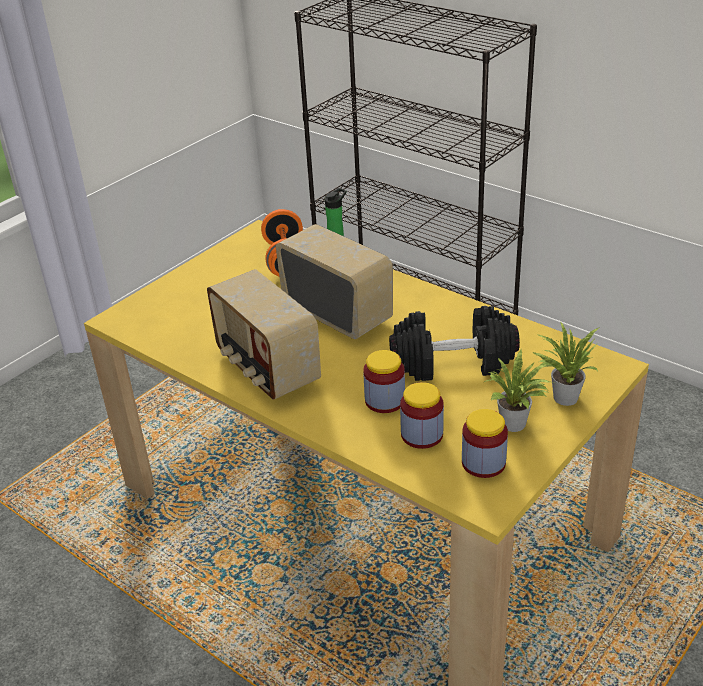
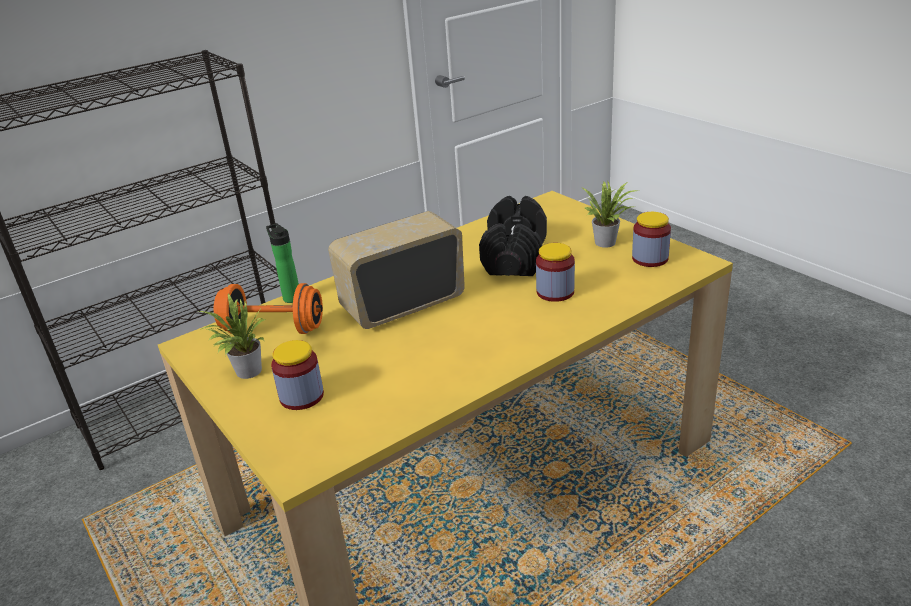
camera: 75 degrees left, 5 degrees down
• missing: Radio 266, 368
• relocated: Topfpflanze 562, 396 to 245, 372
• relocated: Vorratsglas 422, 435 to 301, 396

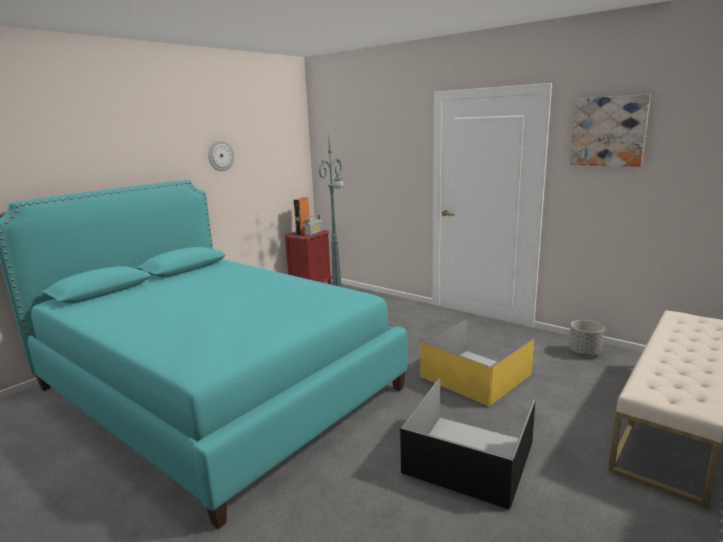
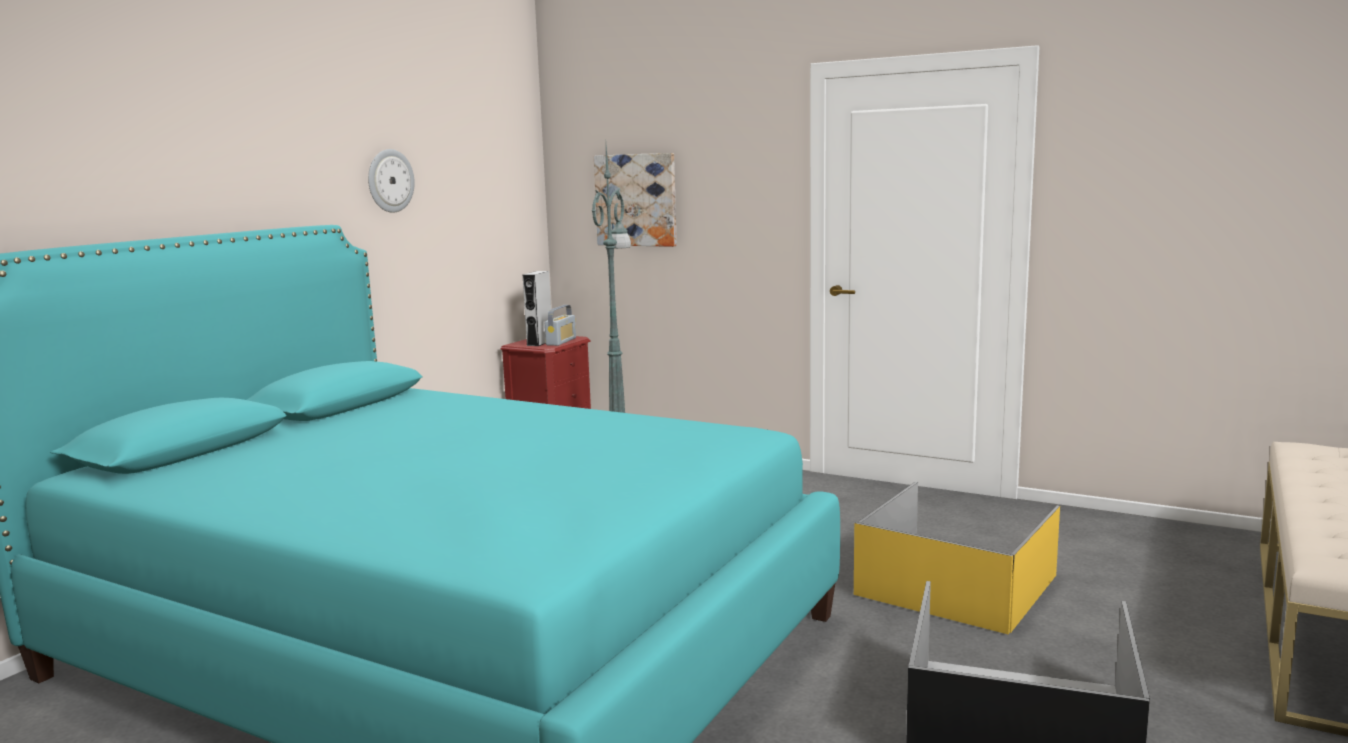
camera: 10 degrees left, 5 degrees down
• relocated: Bild 608, 131 to 636, 200
• colour: Lautsprecher (orange) 303, 233 to Lautsprecher (grau) 540, 342
• missing: Pflanzkübel (grau) 584, 352

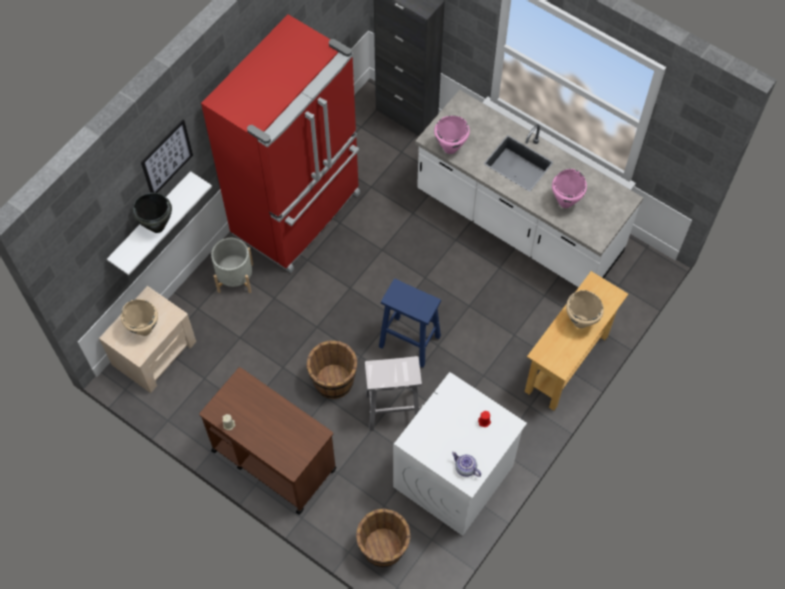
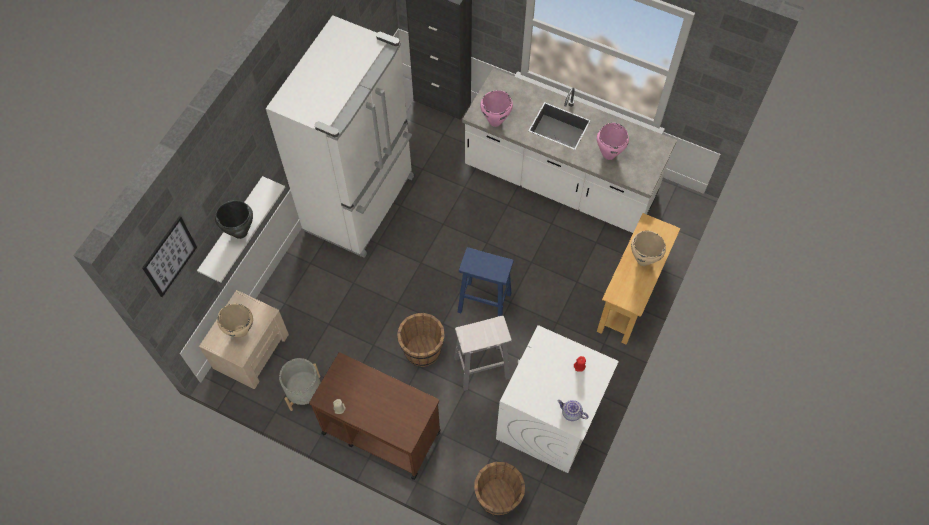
camera: 10 degrees left, 0 degrees up
• colour: Kühlschrank (rot) 299, 214 to Kühlschrank (weiß) 362, 203
• relocated: Bild 167, 158 to 170, 256
• relocated: Pflanzkübel (grau) 235, 278 to 305, 392

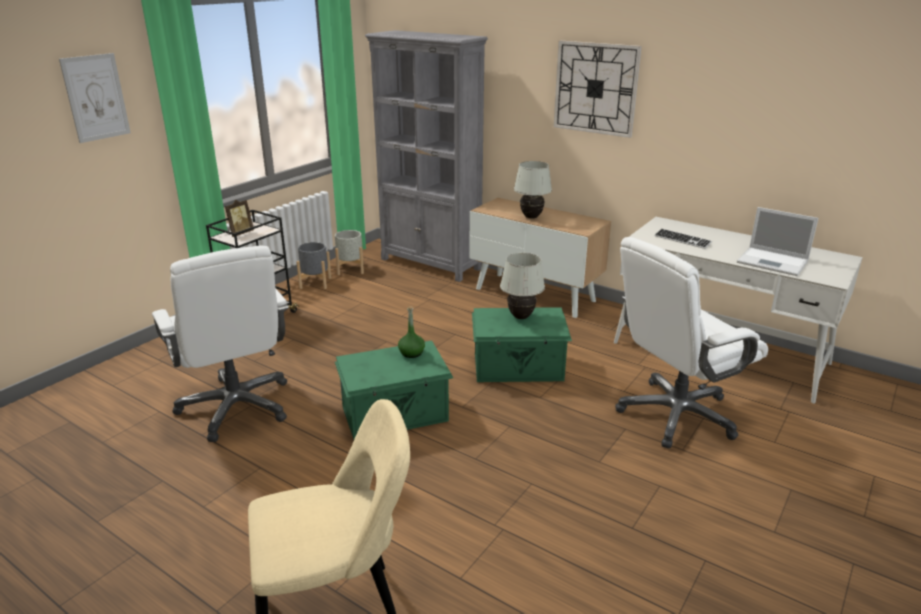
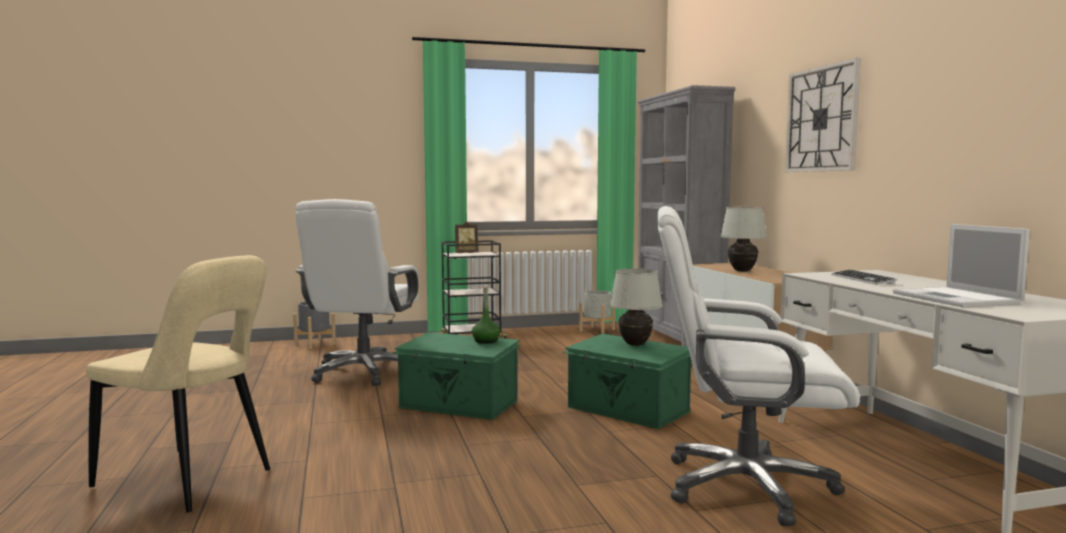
camera: 40 degrees right, 20 degrees down
• missing: Bild 96, 97
• relocated: Pflanzkübel (grau) 315, 283 to 315, 344

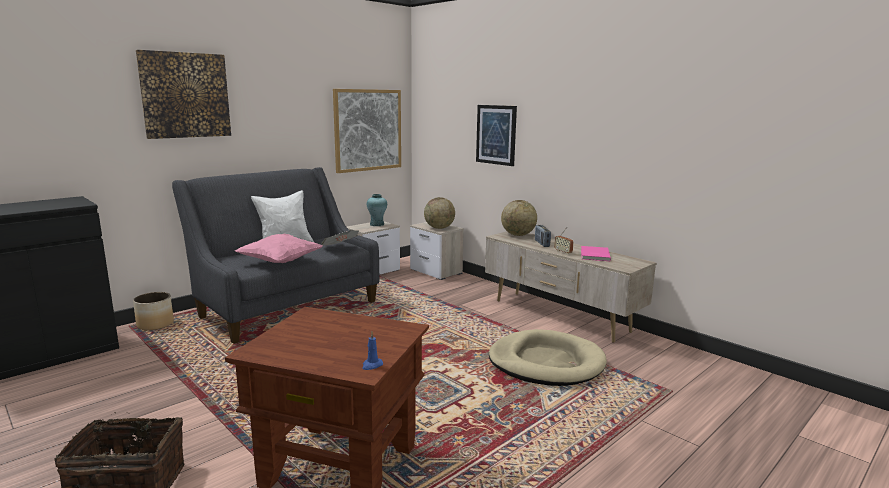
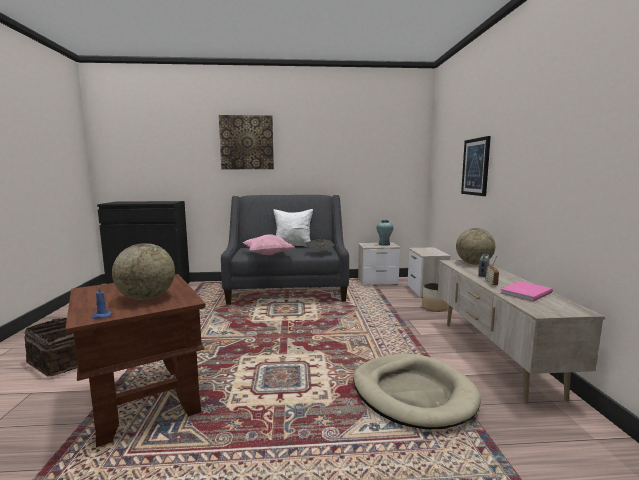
camera: 40 degrees right, 5 degrees down
• missing: Bild 368, 130
• relocated: Globus 439, 228 to 146, 298
• relocated: Pflanzkübel 155, 324 to 435, 307

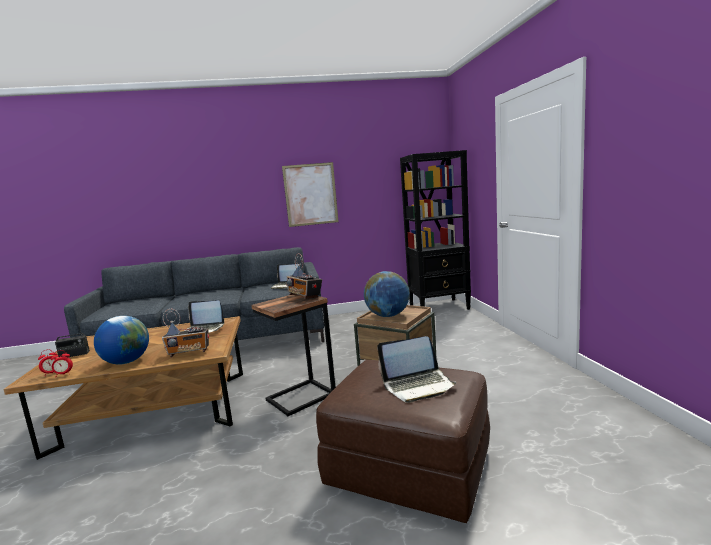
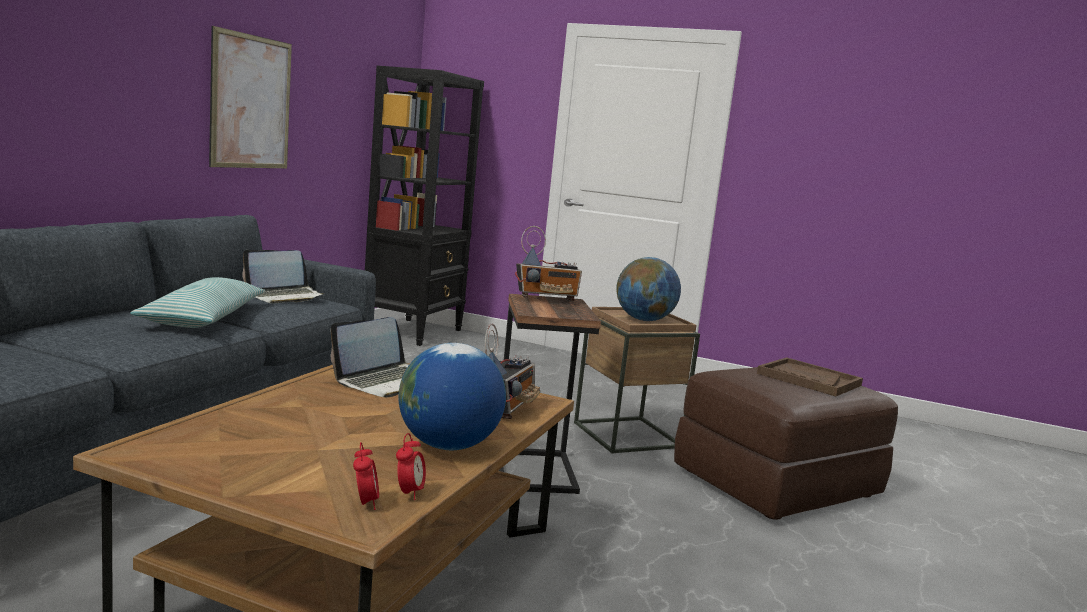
camera: 60 degrees left, 0 degrees up
• missing: Radio 74, 354
• exchanged: Laptop 418, 385 to Tablett (braun) 808, 379
• appeared: Kissen 203, 318

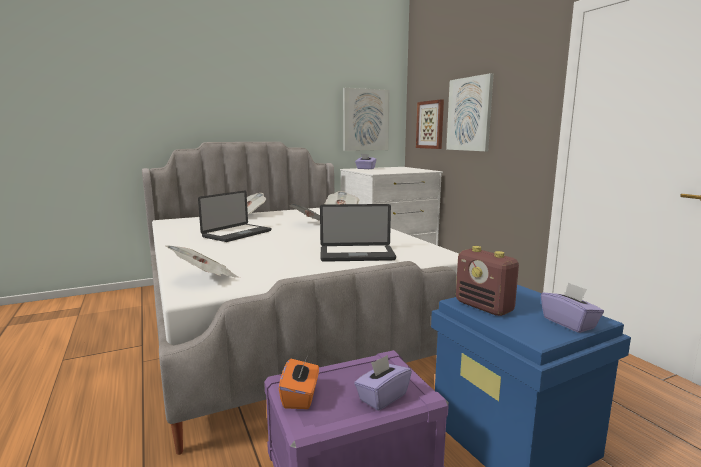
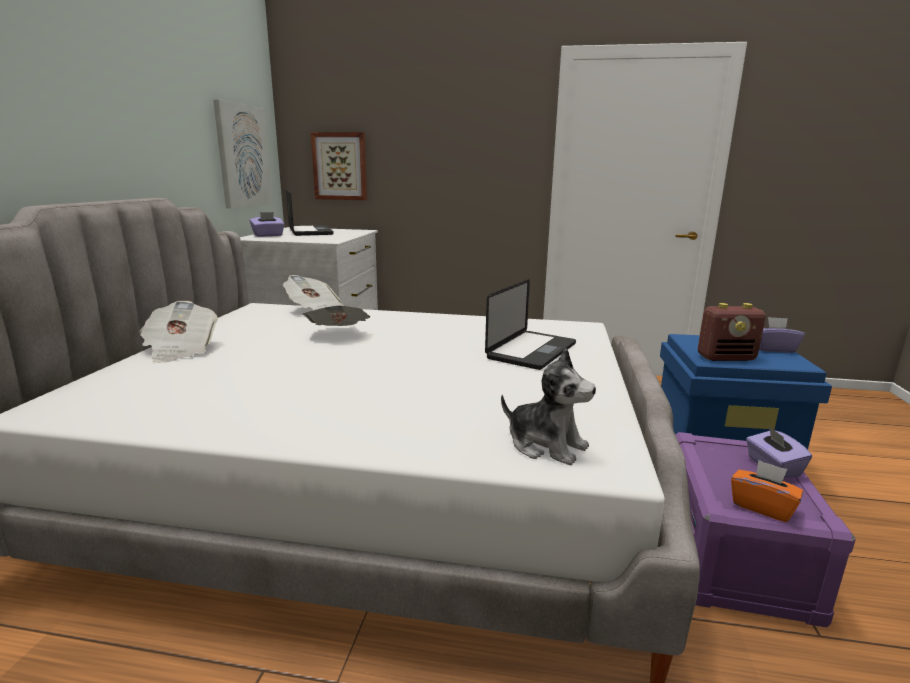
camera: 55 degrees left, 5 degrees up
• missing: Bild 469, 114
• relocated: Laptop 237, 234 to 310, 232
• exchanged: Zeitung 205, 279 to Plüschtier 546, 445

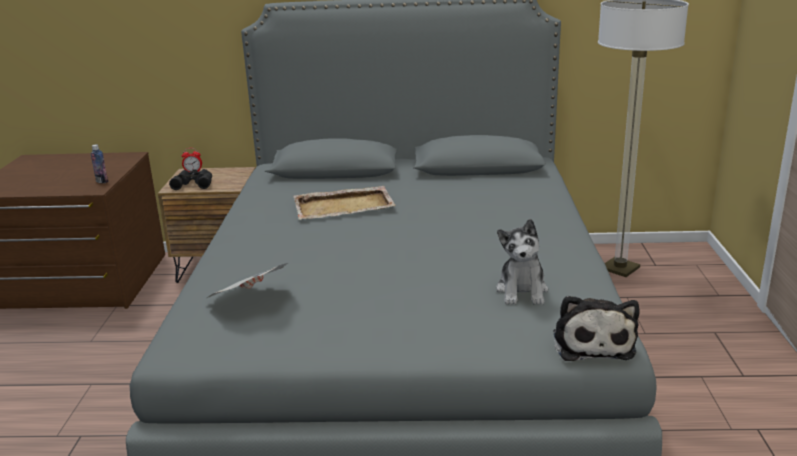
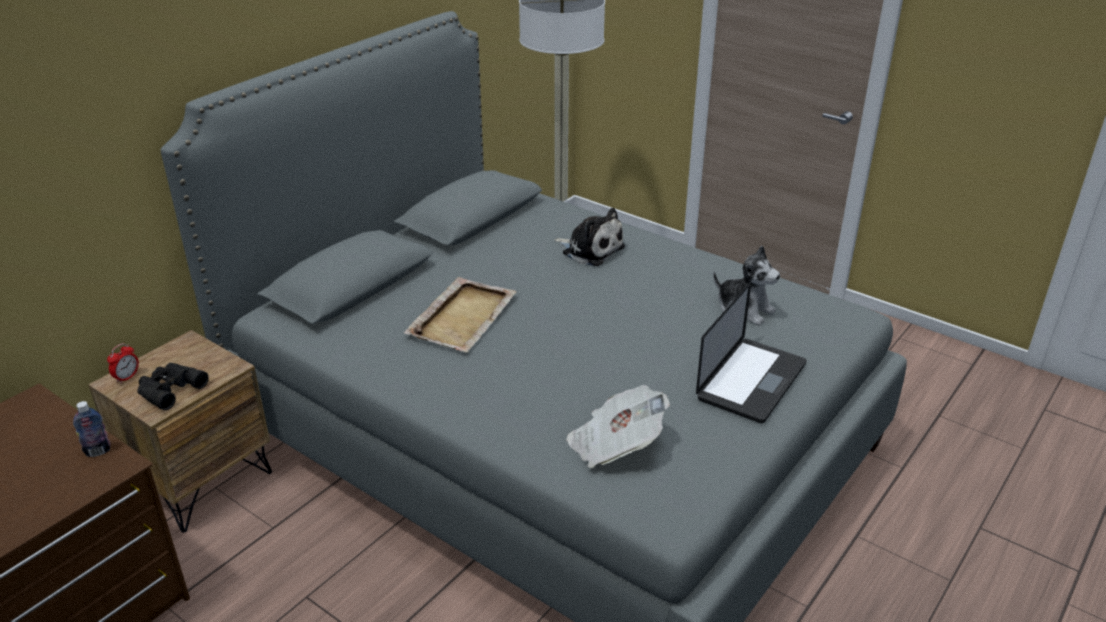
camera: 55 degrees left, 10 degrees up
• relocated: Plüschtier 592, 343 to 590, 250
• appeared: Laptop 751, 381

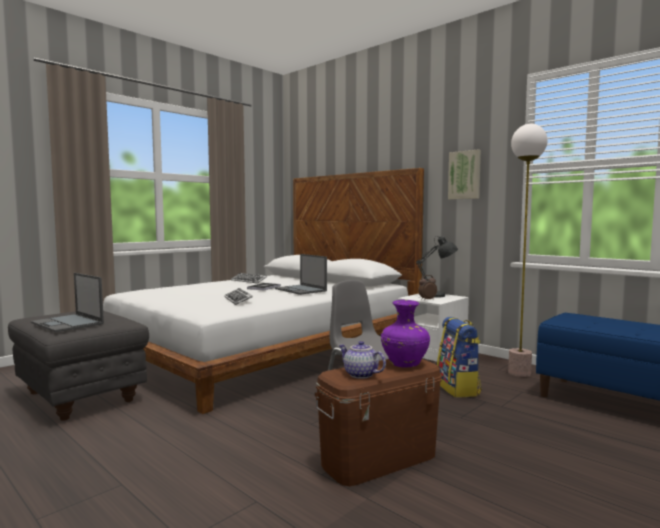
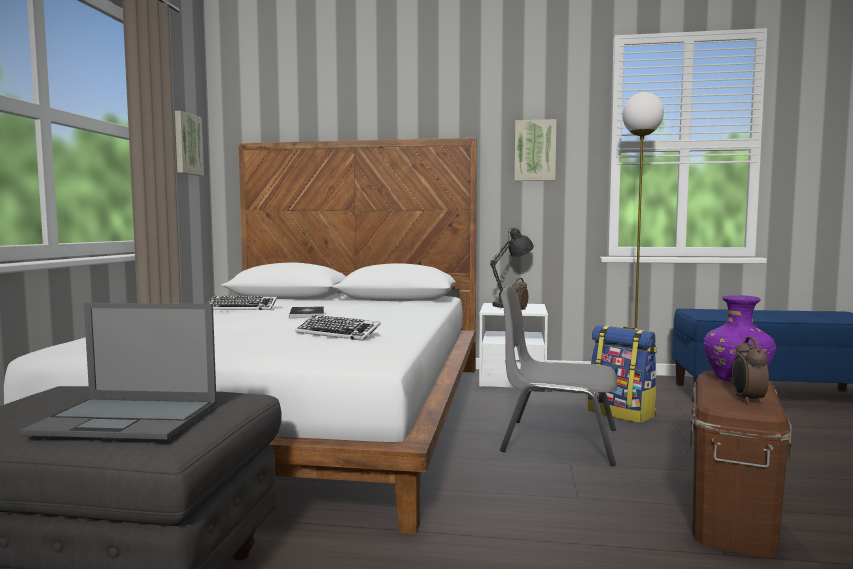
camera: 35 degrees left, 0 degrees up
• missing: Laptop 301, 290
• exchanged: Teekanne 360, 375 to Wecker 747, 400
• appeared: Bild 187, 144

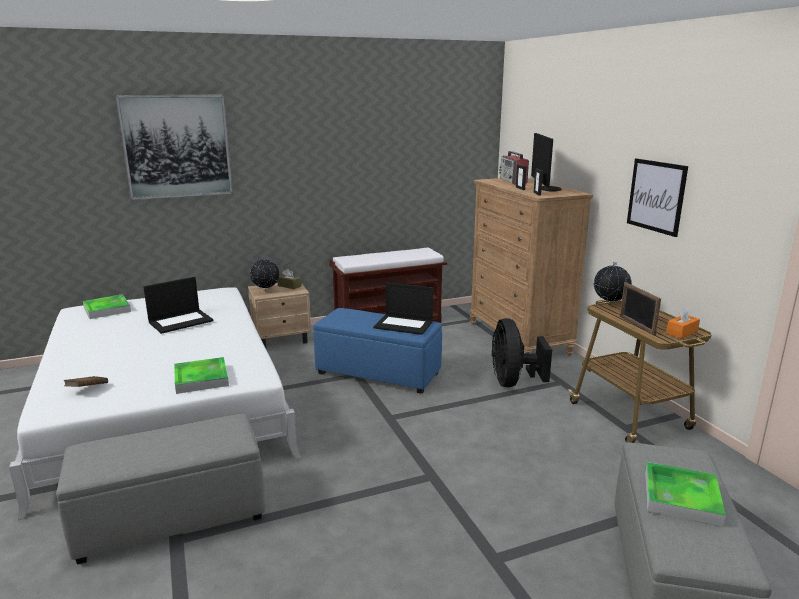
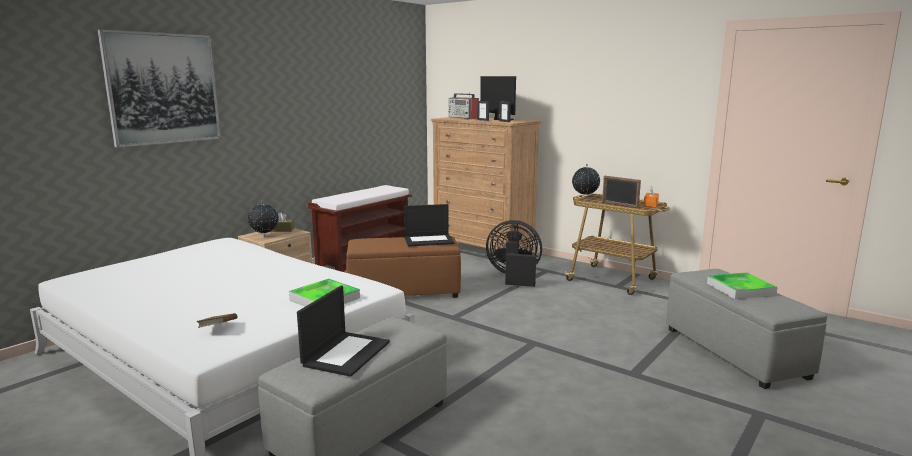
camera: 30 degrees left, 5 degrees down
• missing: Bild 656, 196
• relocated: Laptop 181, 321 to 346, 353
• missing: Tablett 107, 309
• colour: Polsterhocker (blau) 379, 373 to Polsterhocker (braun) 405, 292
• spun: Ventilator (schwarz) 513, 382 = 514, 277 135 degrees clockwise

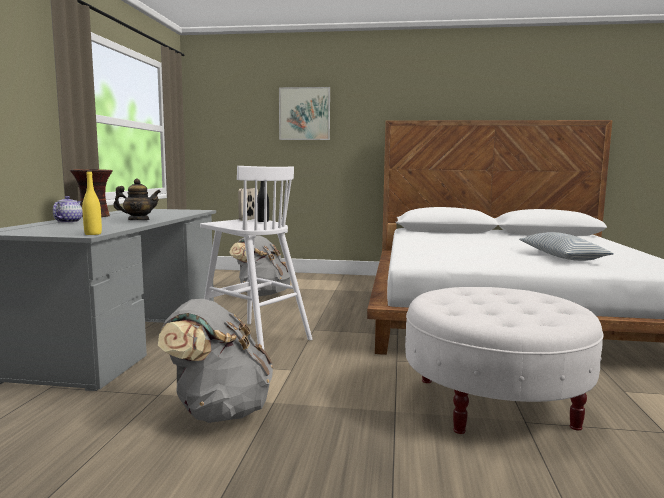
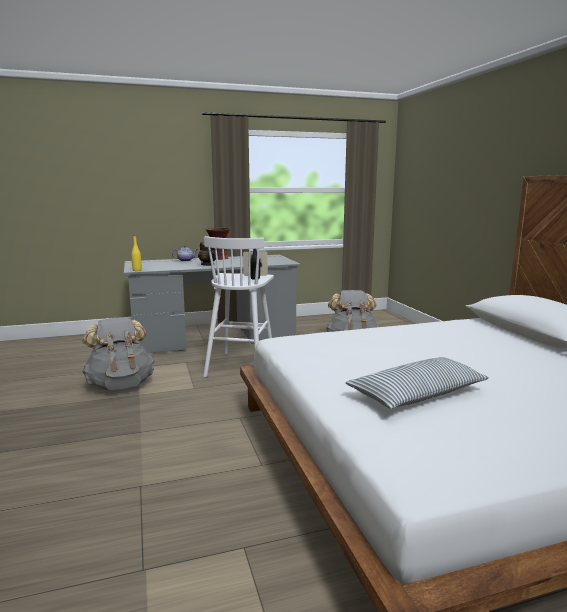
camera: 65 degrees right, 5 degrees up
• missing: Bild 304, 114
• missing: Polsterhocker (weiß) 494, 402

